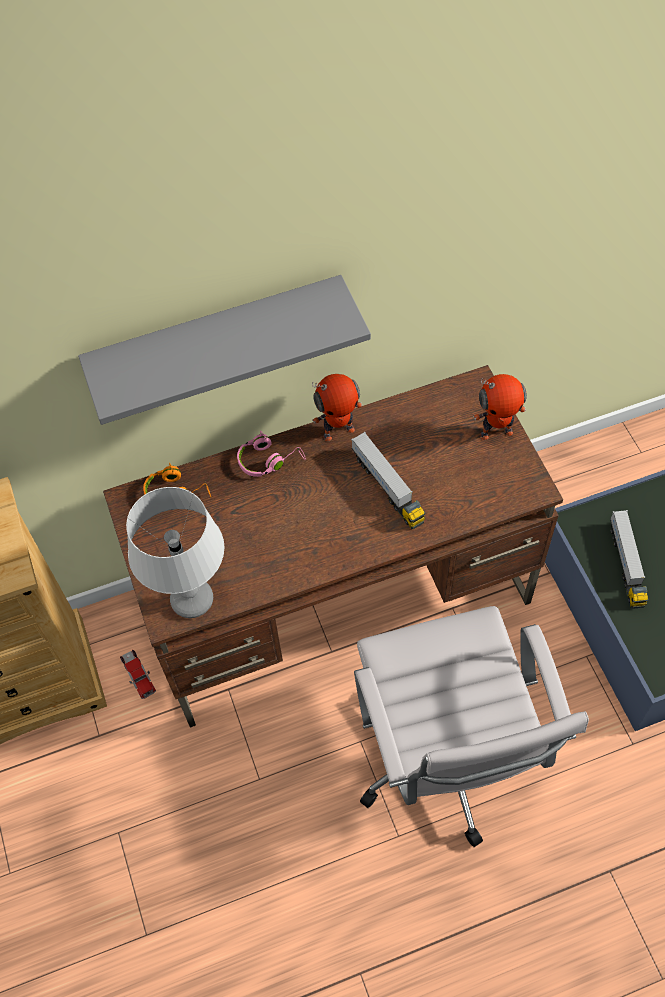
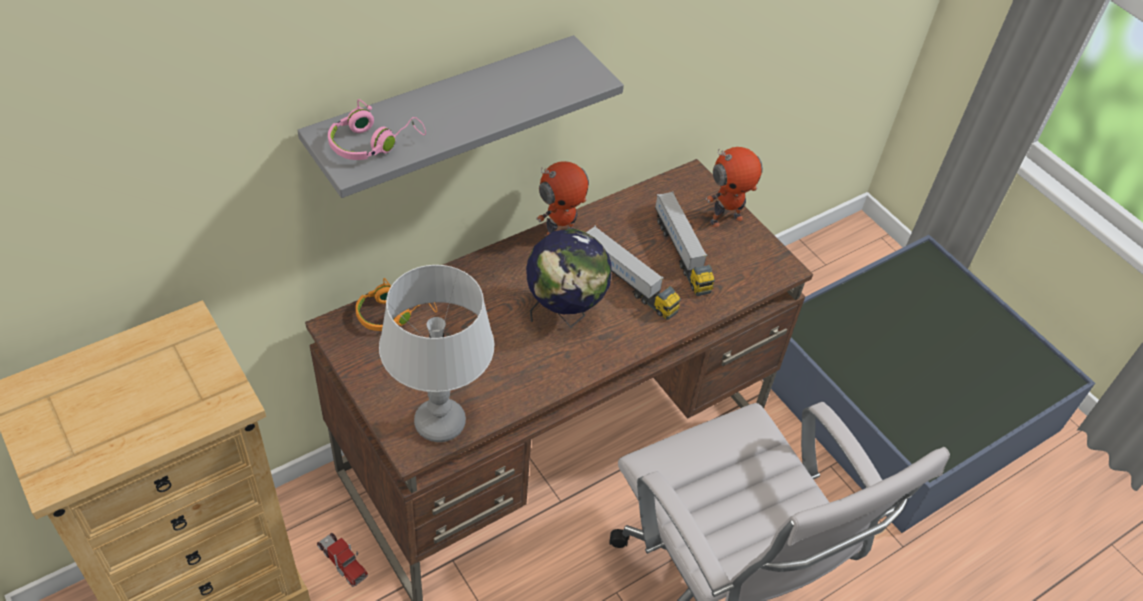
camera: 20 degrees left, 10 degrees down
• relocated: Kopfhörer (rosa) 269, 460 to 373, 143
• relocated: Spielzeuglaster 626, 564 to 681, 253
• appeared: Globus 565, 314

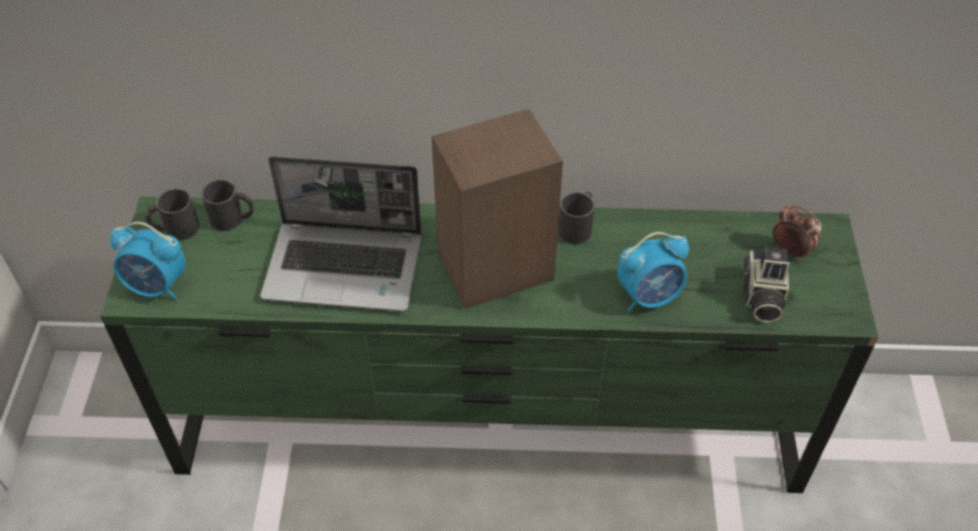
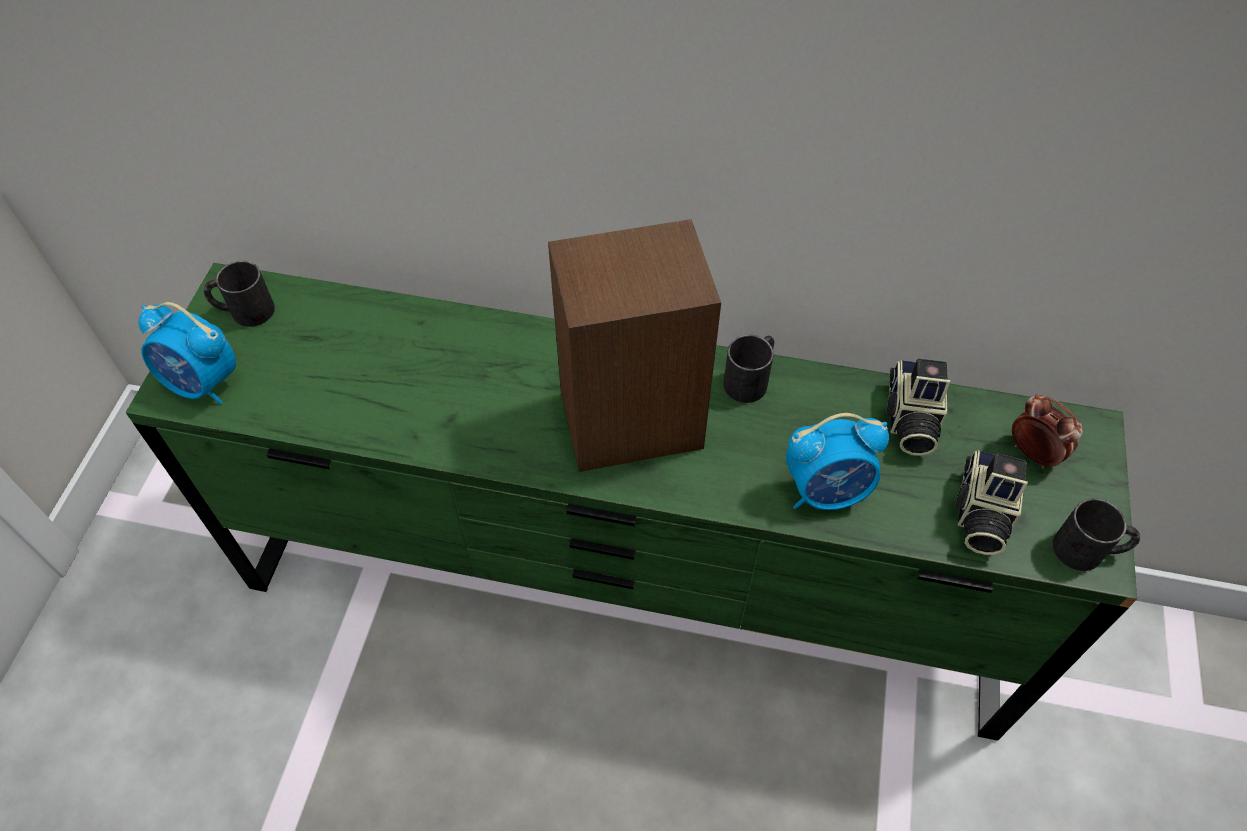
camera: 10 degrees right, 5 degrees up
• missing: Laptop 346, 267
• relocated: Henkelbecher (schwarz) 233, 218 to 1088, 550
• appeared: Kamera 910, 420

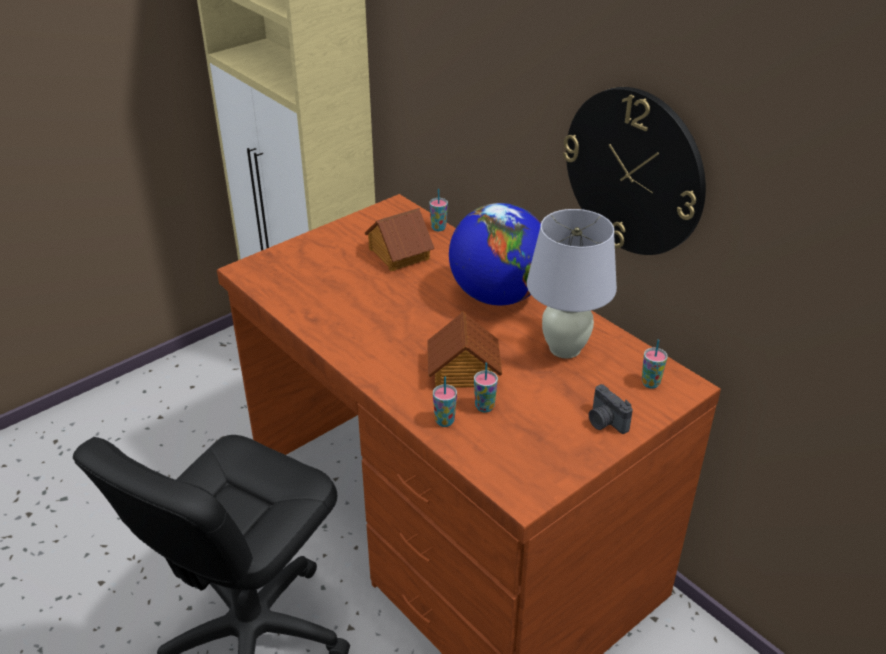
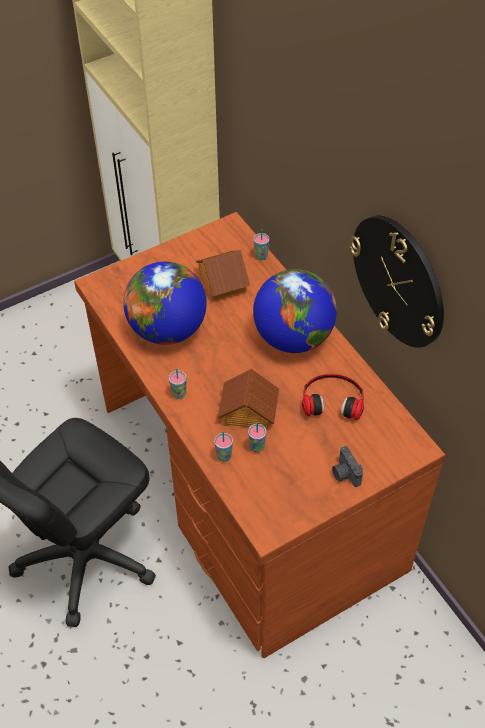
camera: 10 degrees right, 15 degrees up
• exchanged: Tischlampe (weiß) 564, 349 to Kopfhörer 332, 399
• relocated: Tasse 650, 383 to 179, 394
• appeared: Globus 167, 329

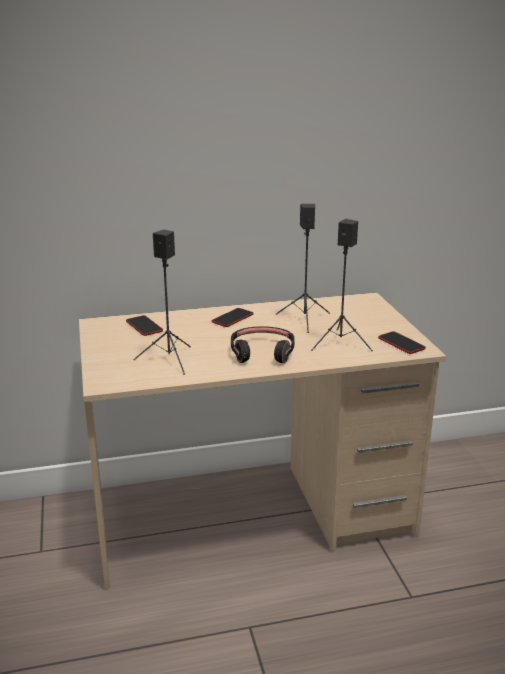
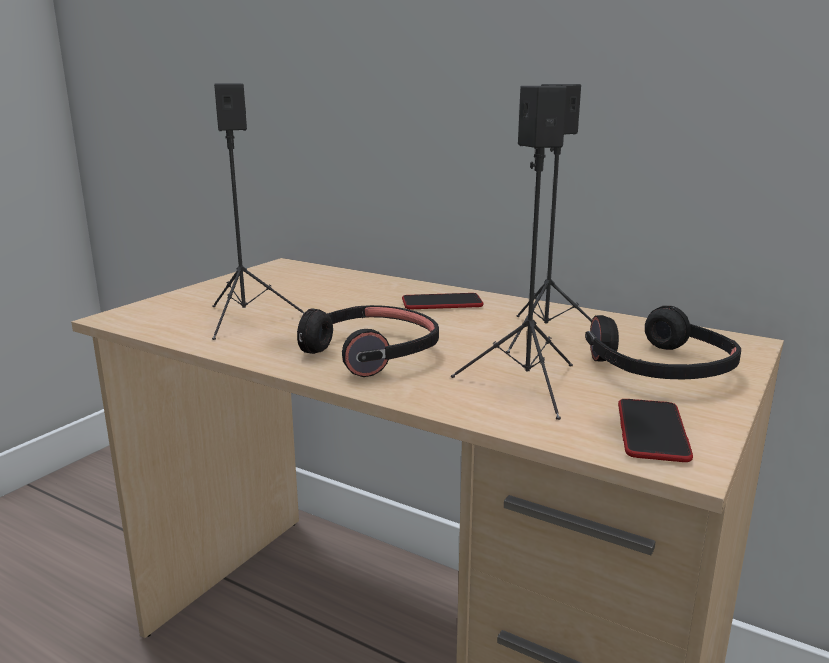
camera: 45 degrees right, 5 degrees down
• missing: Handy 144, 326
• appeared: Kopfhörer (schwarz) 660, 368

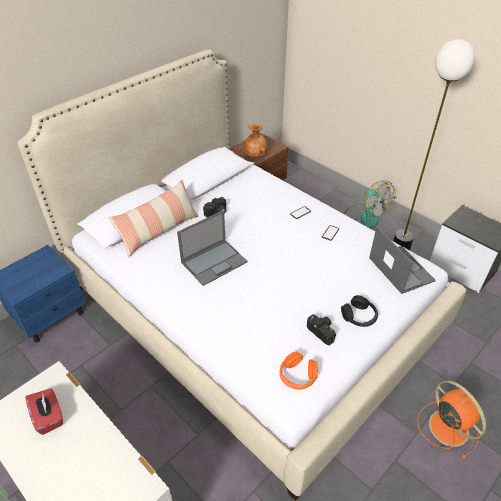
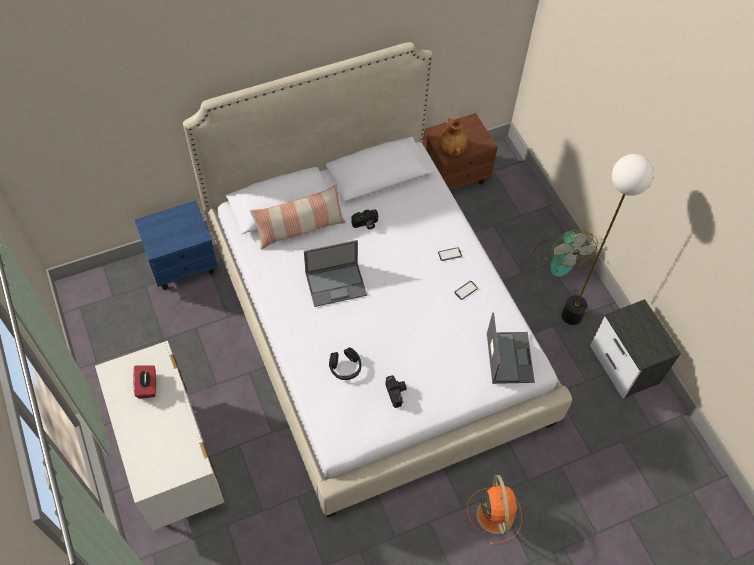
camera: 20 degrees right, 15 degrees up
• relocated: Kopfhörer (schwarz) 359, 316 to 345, 367
• missing: Kopfhörer (orange) 297, 376

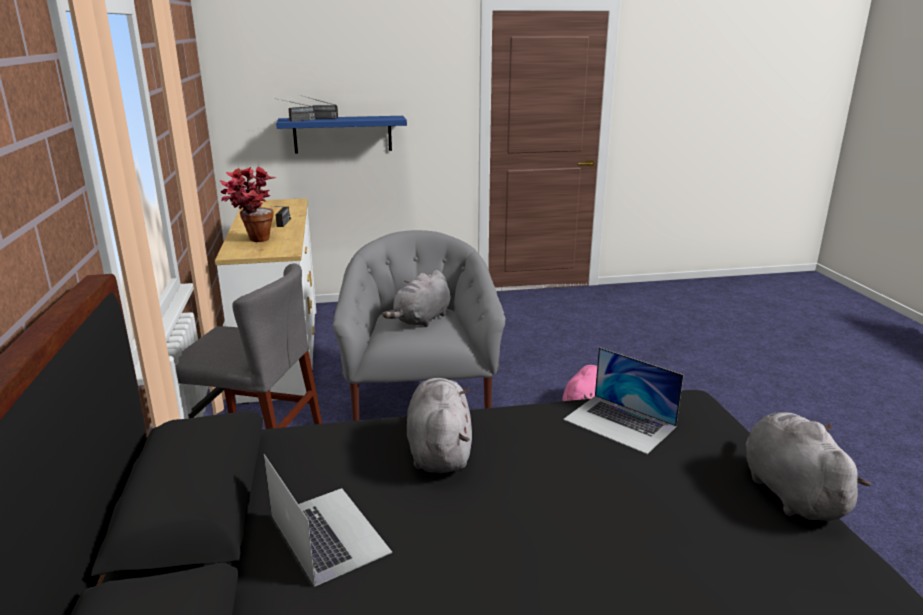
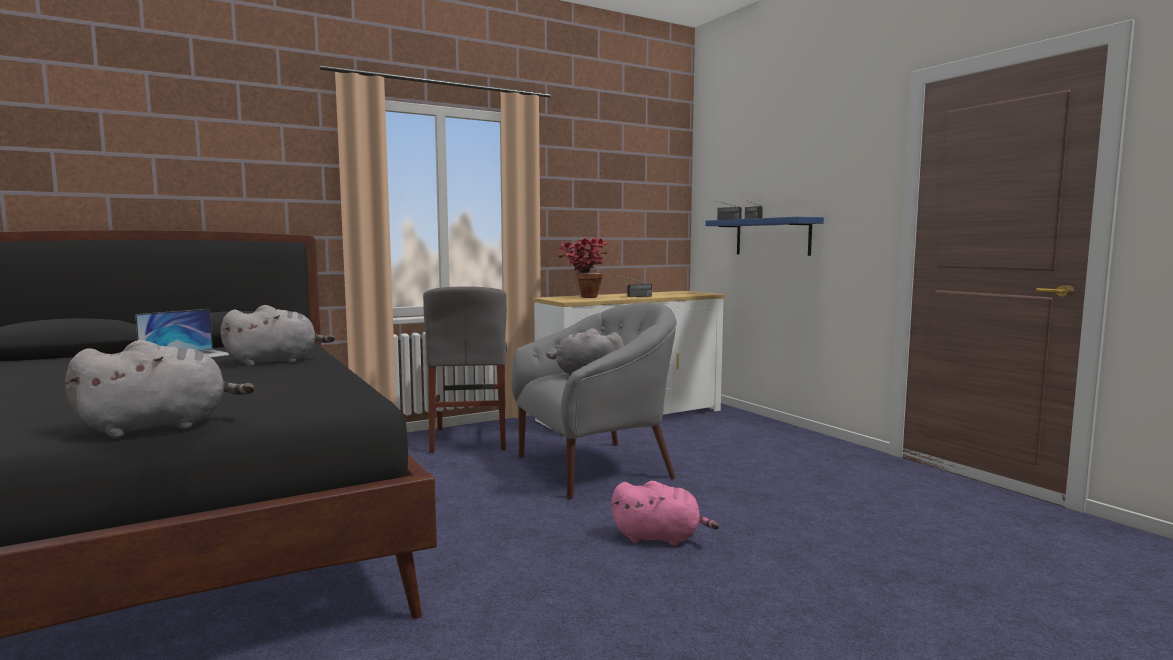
camera: 70 degrees right, 15 degrees down
• missing: Laptop 619, 423

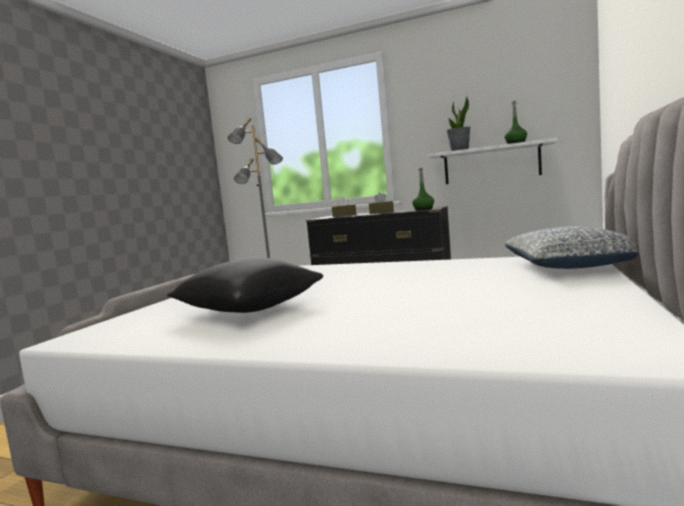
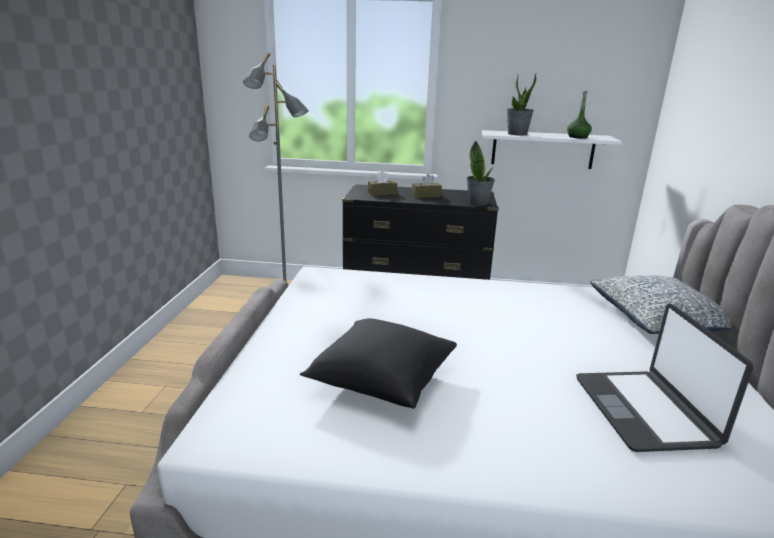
camera: 15 degrees left, 15 degrees up
• exchanged: Flasche (grün) 423, 209 to Topfpflanze 478, 203
• appeared: Laptop 645, 411

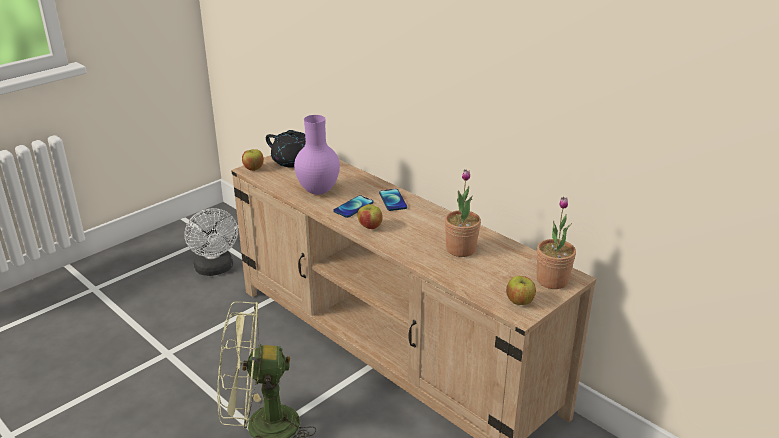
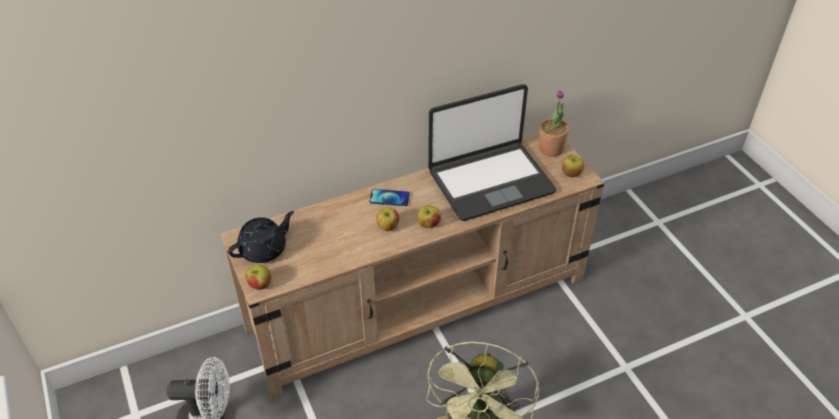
camera: 70 degrees left, 15 degrees up
• missing: Vase (lila) 318, 192
• exchanged: Topfpflanze 461, 249 to Laptop 490, 181
• exchanged: Handy 353, 207 to Apfel 388, 227

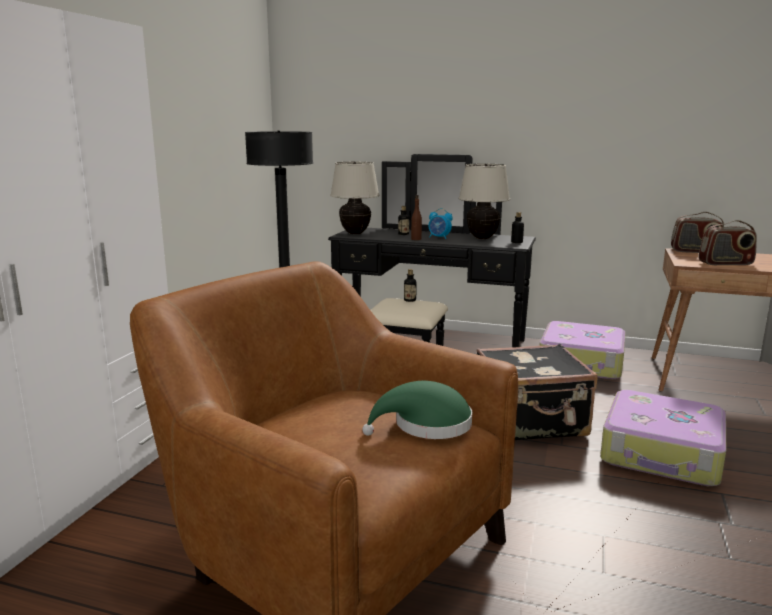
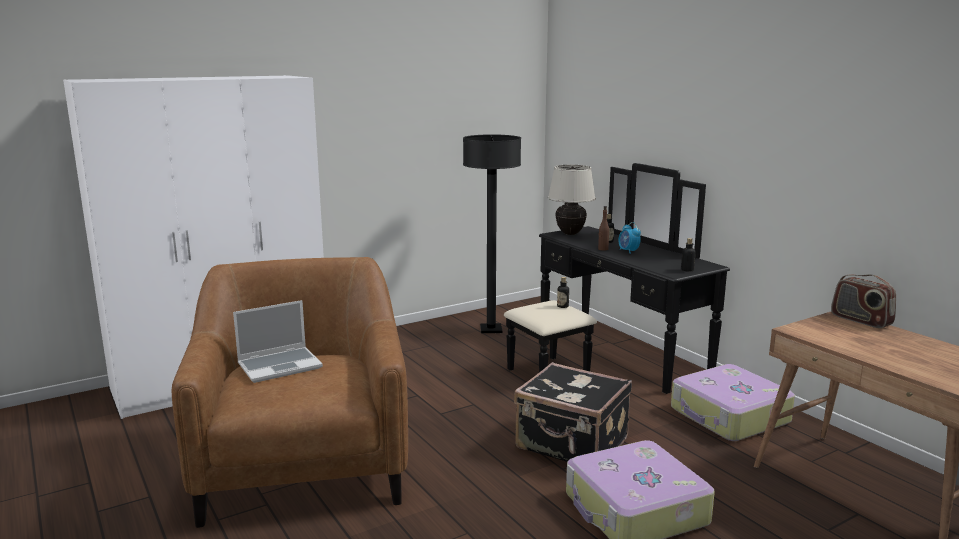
camera: 40 degrees right, 0 degrees up
• missing: Tischlampe (beige) 482, 238
• missing: Radio 725, 263
• missing: Hut (grün) 426, 425
• appeared: Laptop 280, 365

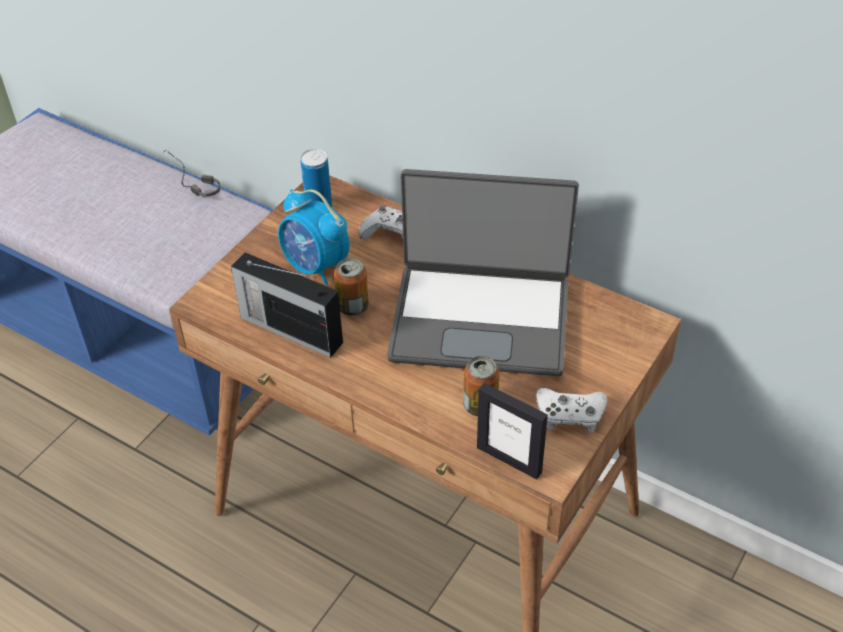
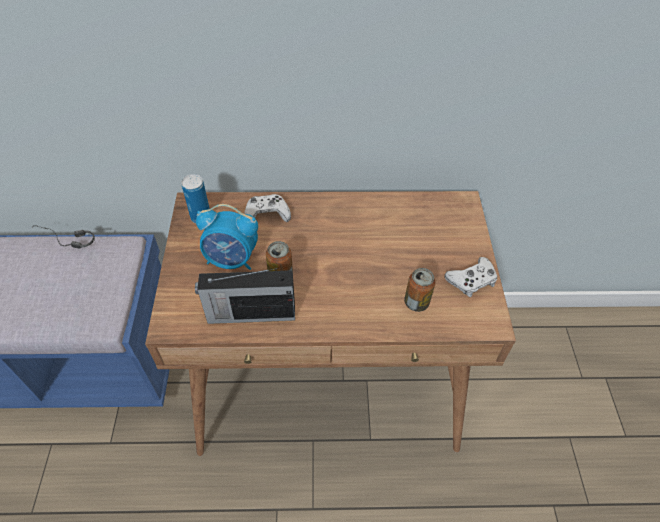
camera: 35 degrees left, 5 degrees up
• missing: Laptop 481, 318
• missing: Bilderrahmen 509, 459

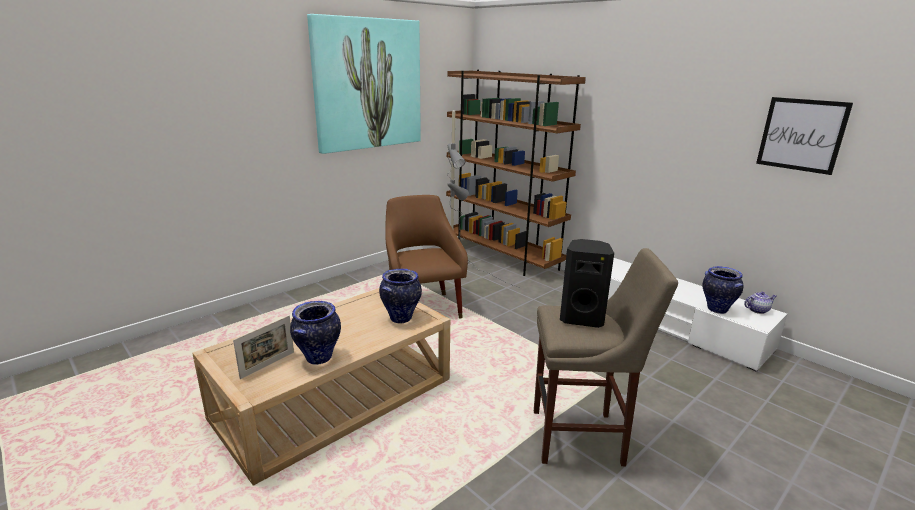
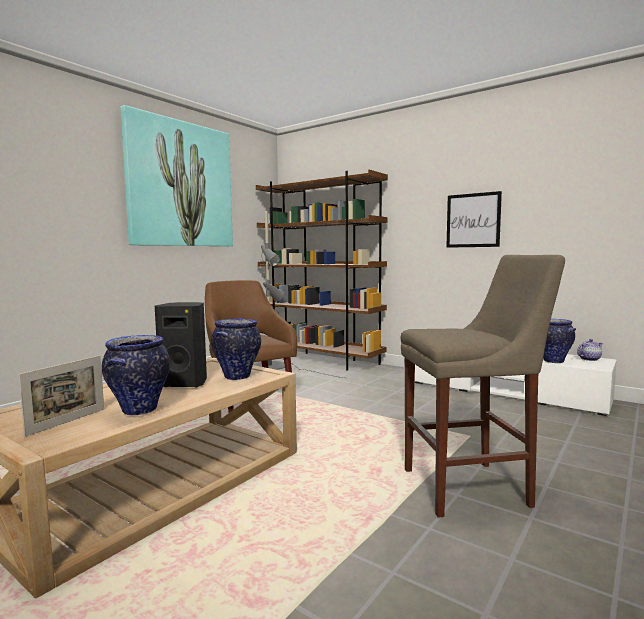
camera: 10 degrees left, 15 degrees down
• relocated: Bild 801, 135 to 473, 220
• relocated: Lautsprecher (schwarz) 581, 318 to 185, 383

